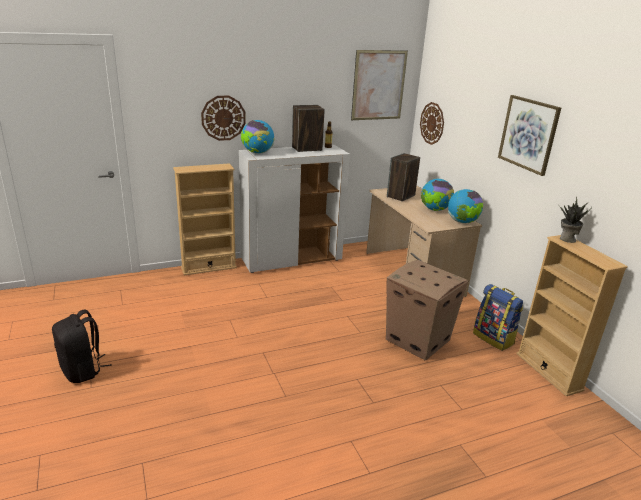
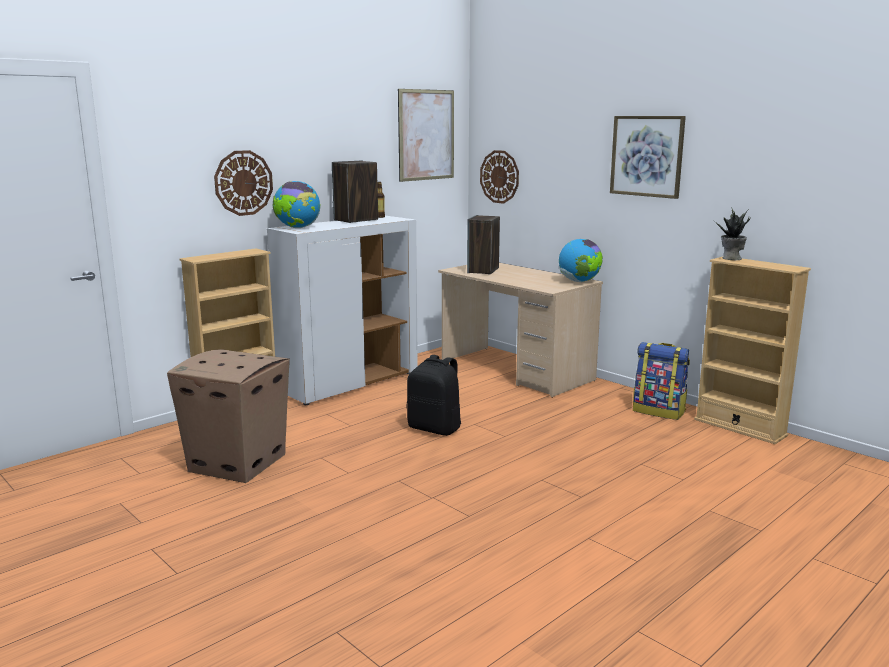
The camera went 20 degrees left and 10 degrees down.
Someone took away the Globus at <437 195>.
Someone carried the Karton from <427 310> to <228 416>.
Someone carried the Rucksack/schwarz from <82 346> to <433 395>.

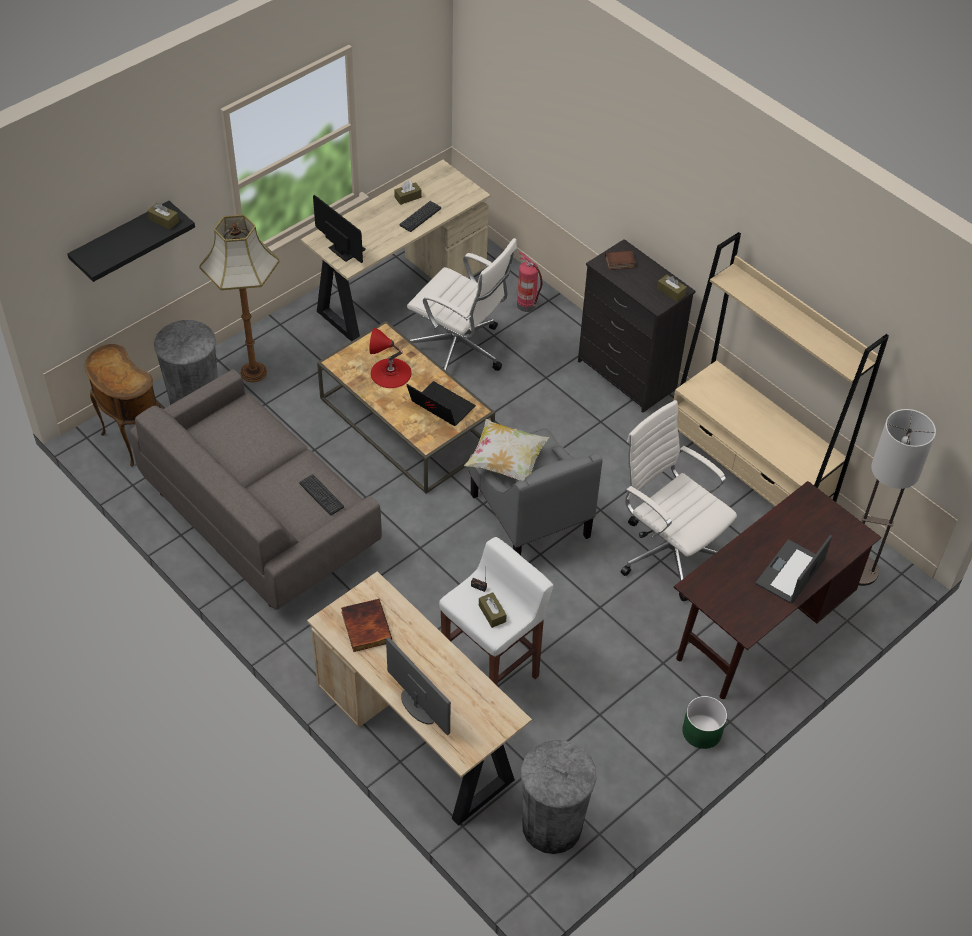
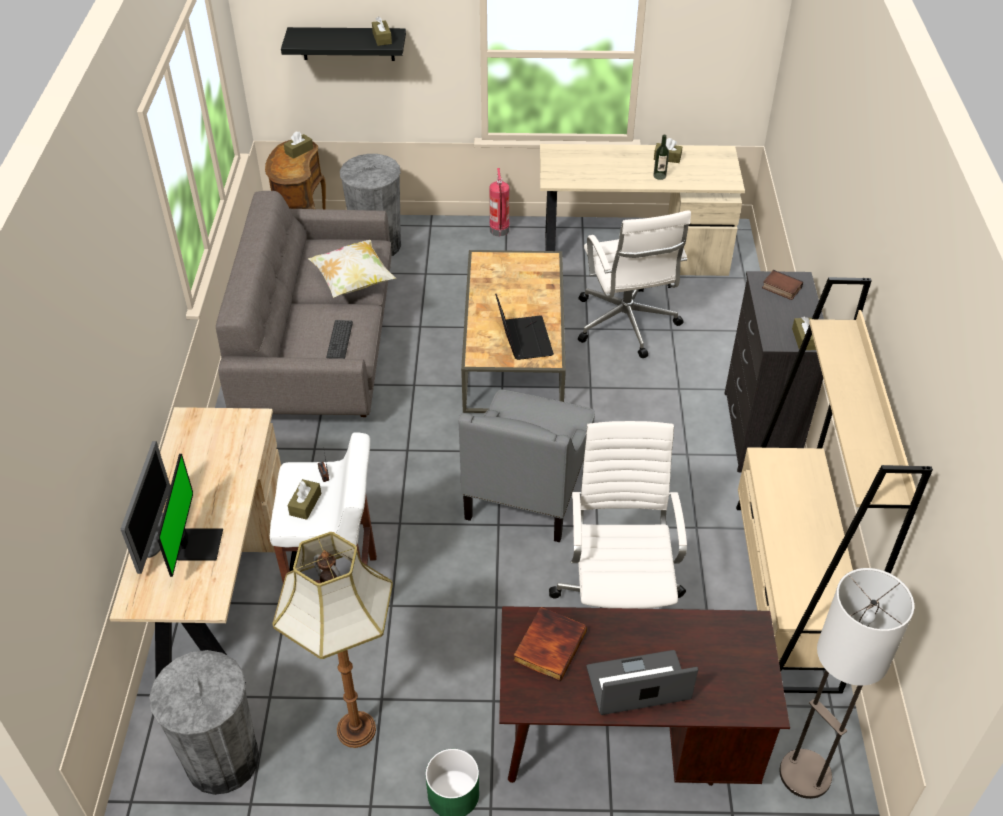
The camera went 45 degrees right and 5 degrees down.
Someone carried the Monitor from <339 229> to <190 515>.
Someone swapped the Tastatur at <420 216> for the Flasche at <661 157>.
Someone carried the Stehlampe from <239 298> to <332 640>.
Someone carried the Feuerlöscher from <529 282> to <499 202>.
Someone took away the Tischlampe/rot at <391 358>.
Someone carried the Kissen from <506 450> to <352 269>.
Someone carried the Buch from <366 625> to <550 644>.
Someone put down the Taschentuchbox/braun at <298 145>.

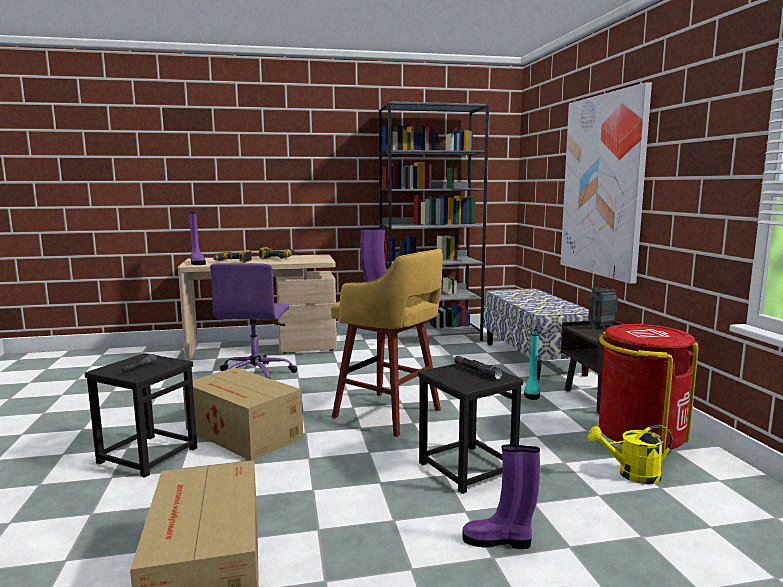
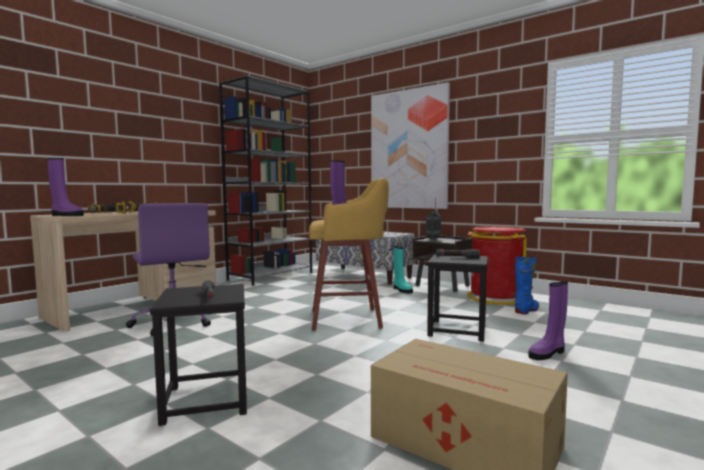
The camera went 40 degrees left and 5 degrees down.
Someone took away the Karton at <243 414>.
Someone swapped the Gießkanne/gelb at <630 454> for the Stiefel/blau at <527 285>.

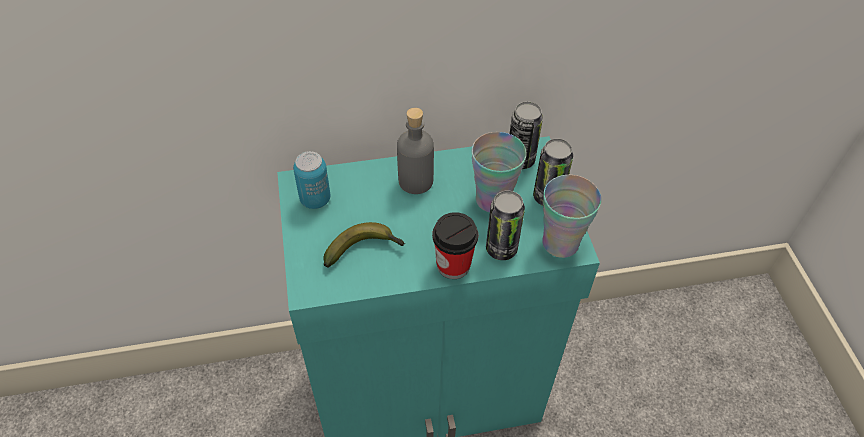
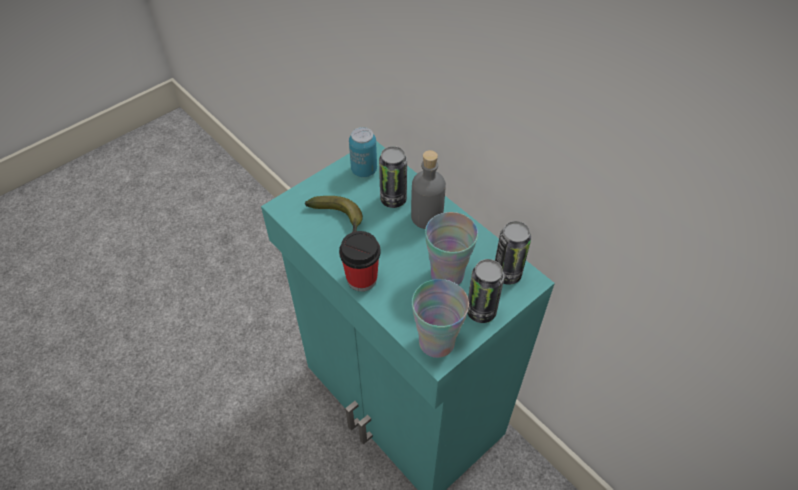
The camera went 60 degrees right and 0 degrees up.
Someone carried the Dose from <505 225> to <393 177>.

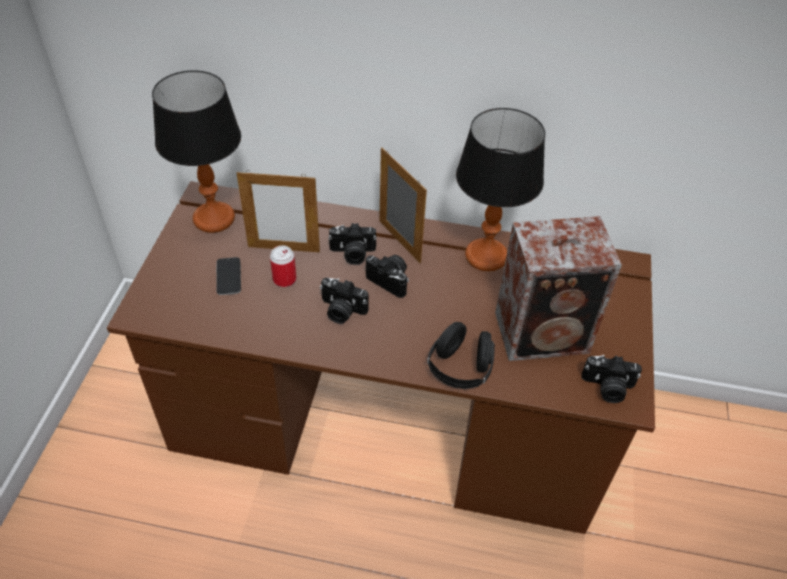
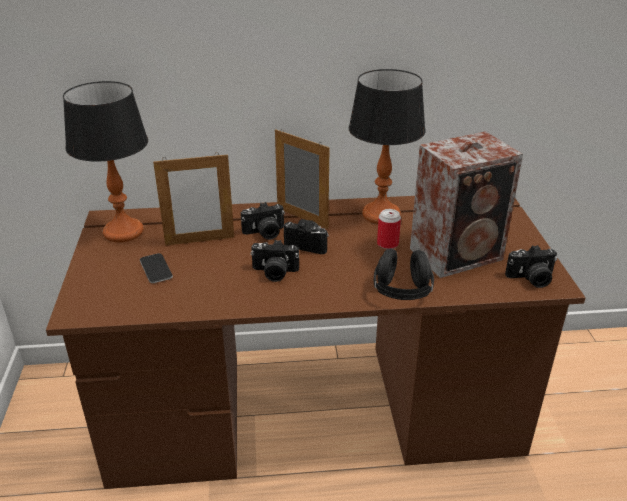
The camera went 15 degrees left and 15 degrees down.
Someone carried the Dose from <283 266> to <389 229>.

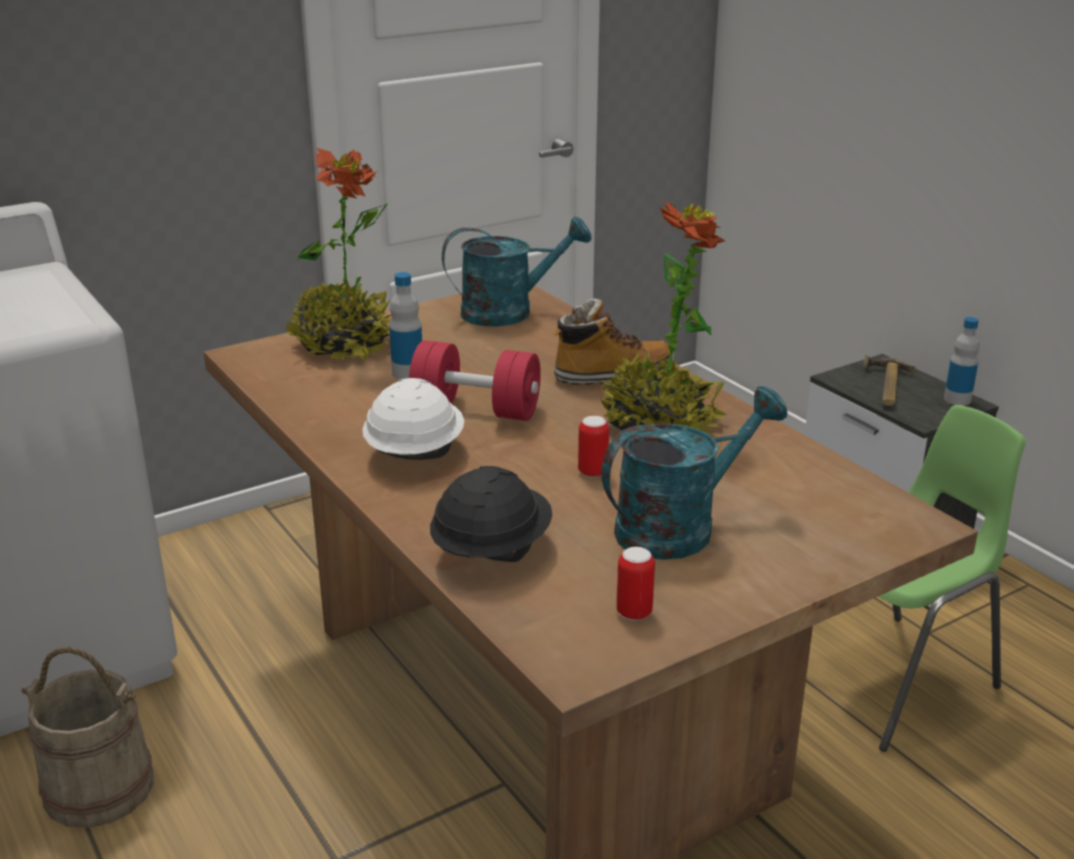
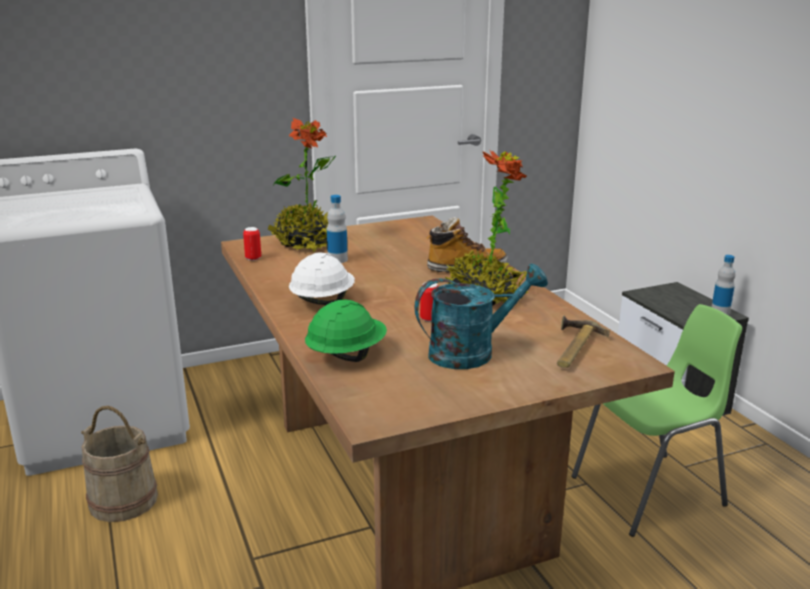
The camera went 10 degrees right and 5 degrees down.
Someone took away the Gießkanne/türkis at <517 271>.
Someone took away the Hantel/rot at <475 380>.
Someone carried the Hammer from <890 380> to <583 341>.
Someone repainted the Schutzhelm/schwarz at <491 514>, which became the Schutzhelm/grün at <346 330>.
Someone carried the Dose from <635 584> to <252 244>.

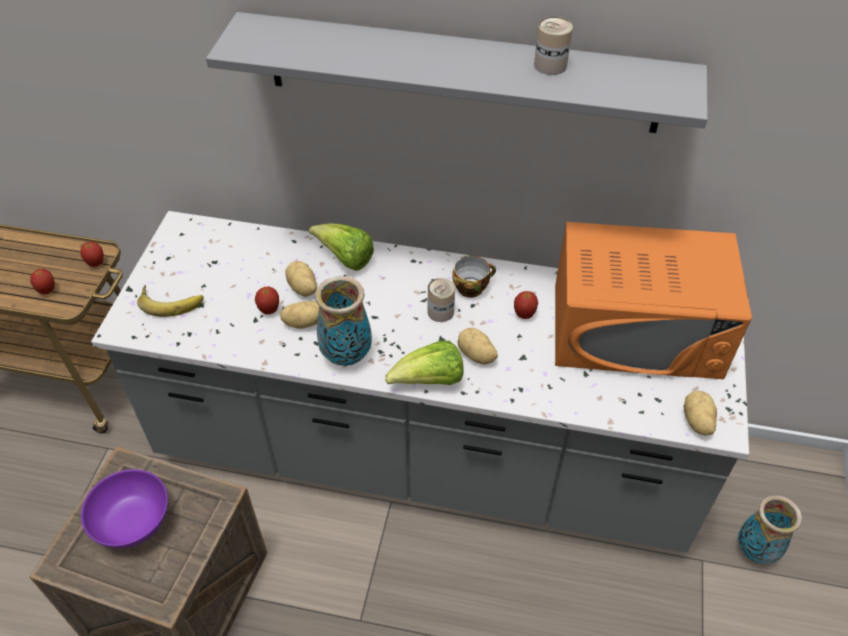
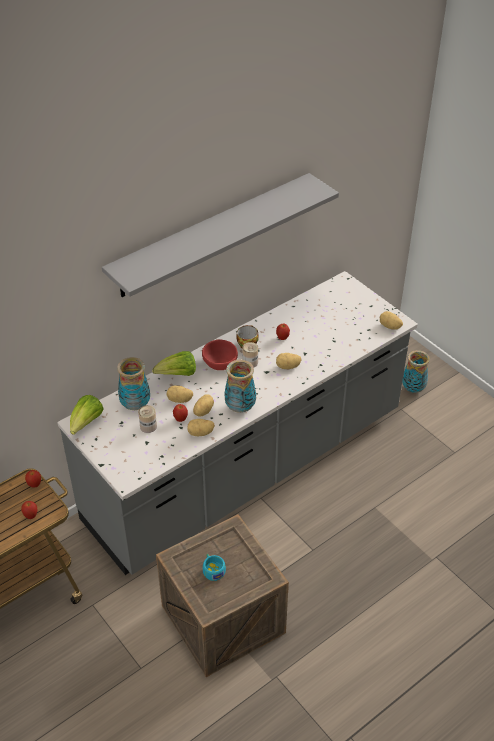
The camera went 50 degrees left and 5 degrees down.
Someone carried the Dose from <553 46> to <147 419>.
Someone took away the Mikrowelle/orange at <653 300>.
Someone took away the Banane at <170 301>.
Someone carried the Salatkopf from <424 363> to <87 415>.
Someone swapped the Schüssel/lila at <124 508> for the Tasse/türkis at <214 567>.
Someone put down the Schüssel/rot at <220 354>.
Someone put down the Vase at <133 383>.
Someone put down the Kartoffel at <201 427>.

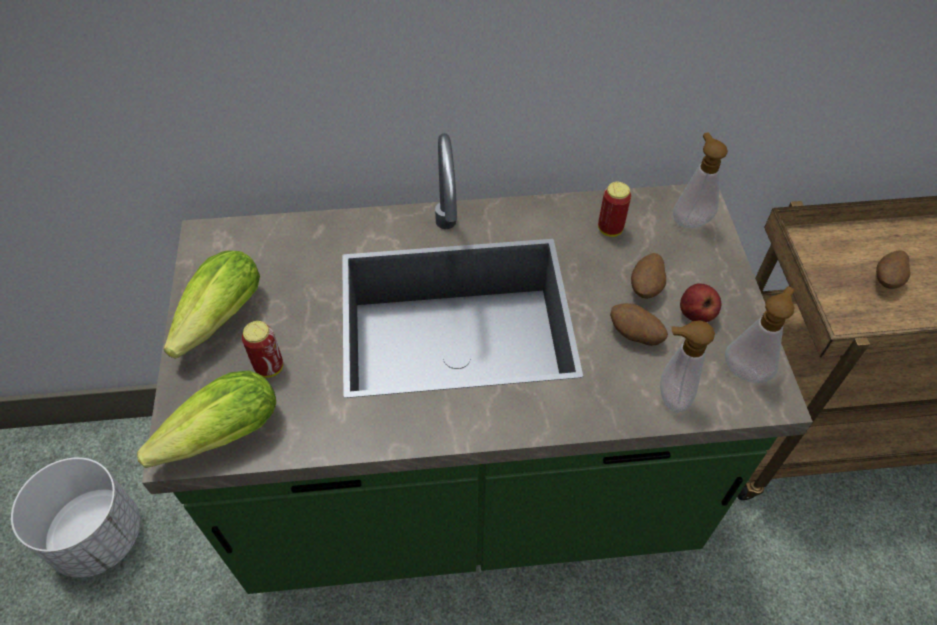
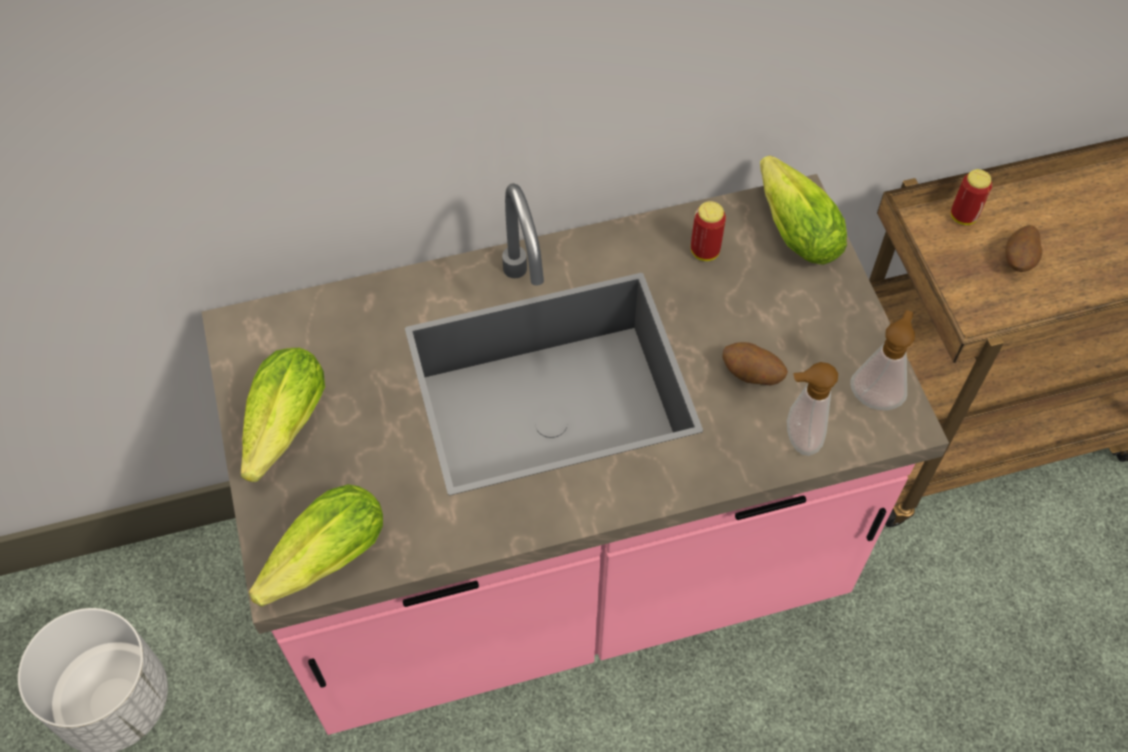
The camera went 10 degrees left and 5 degrees up.
Someone swapped the Seifenspender at <700 180> for the Salatkopf at <803 210>.
Someone repainted the Küchenzeile/grün at <477 363>, which became the Küchenzeile/rosa at <575 454>.
Someone took away the Kartoffel at <648 276>.
Someone took away the Apfel at <700 302>.
Someone carried the Dose from <262 349> to <971 197>.

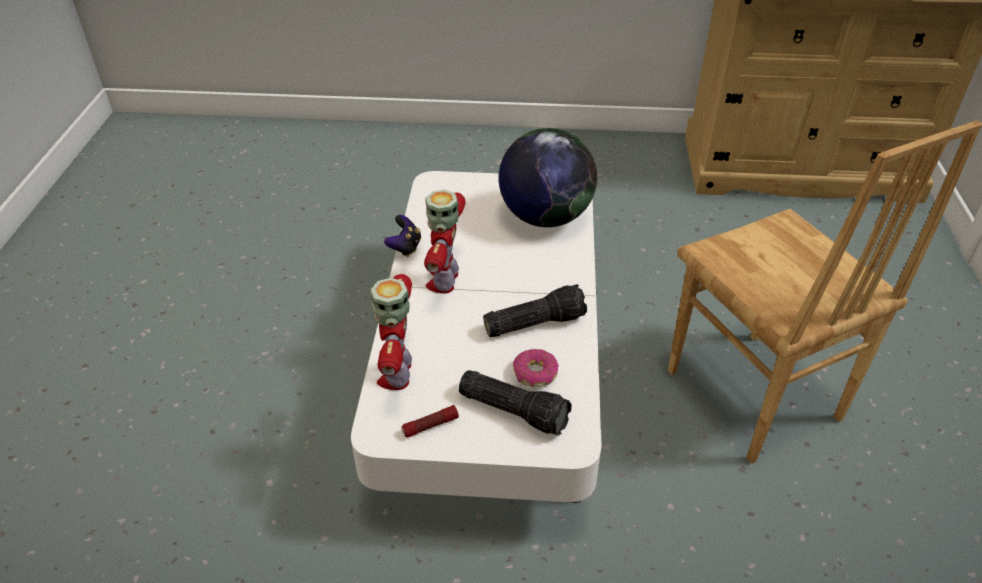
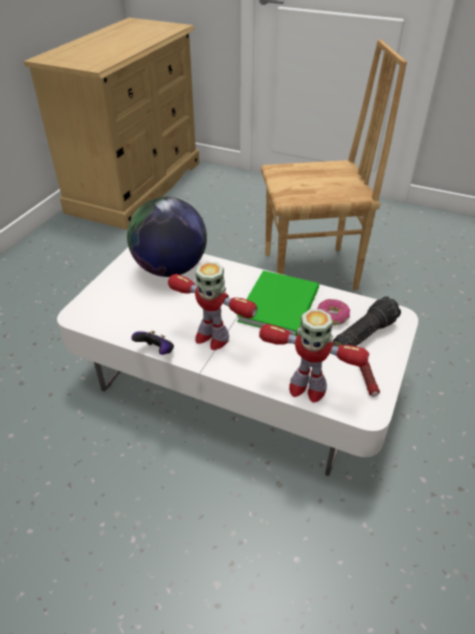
The camera went 70 degrees left and 0 degrees up.
Someone swapped the Taschenlampe at <535 310> for the Buch/grün at <278 303>.

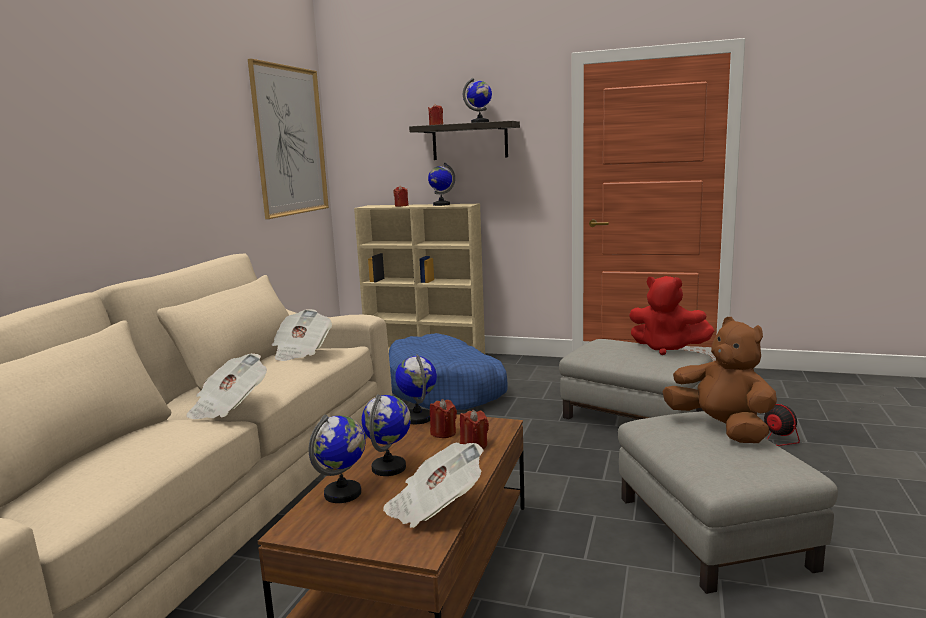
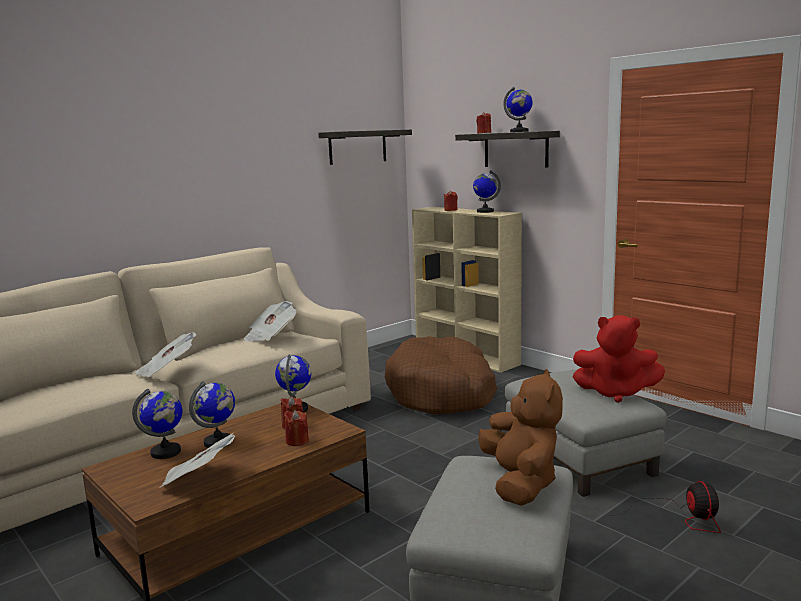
The camera went 30 degrees right and 0 degrees up.
Someone swapped the Bild at <288 139> for the Wandregal at <365 147>.
Someone rotated the Plüschtier/rot at <671 315> by 45 degrees counterclockwise.
Someone repainted the Hundebett/blau at <448 371>, which became the Hundebett/braun at <441 375>.

